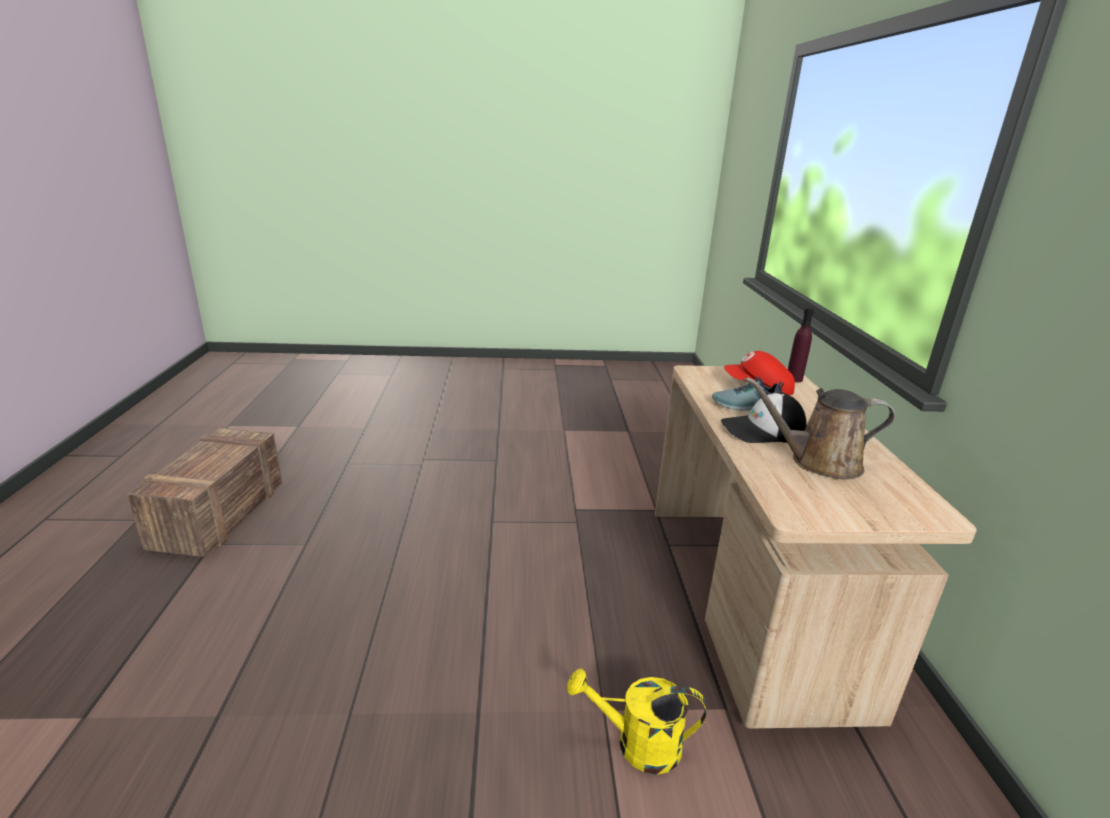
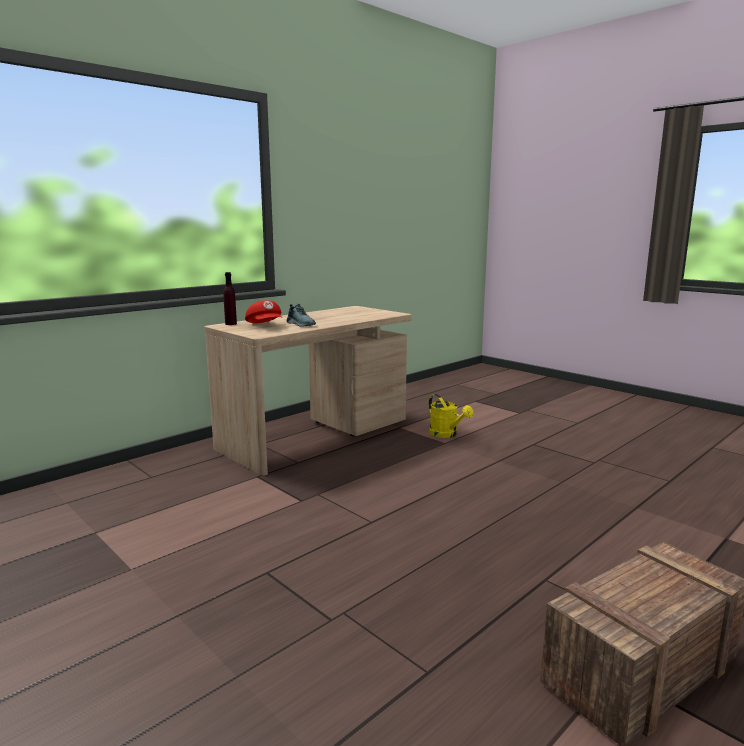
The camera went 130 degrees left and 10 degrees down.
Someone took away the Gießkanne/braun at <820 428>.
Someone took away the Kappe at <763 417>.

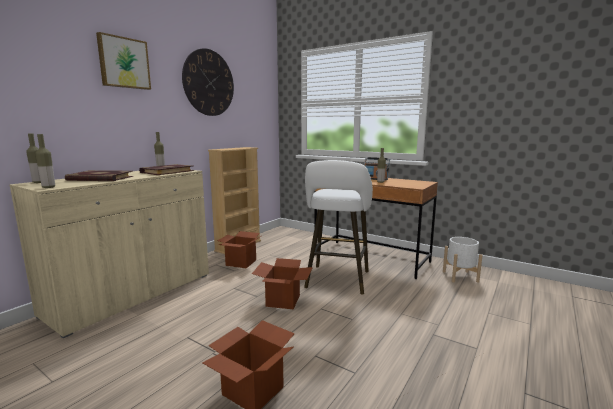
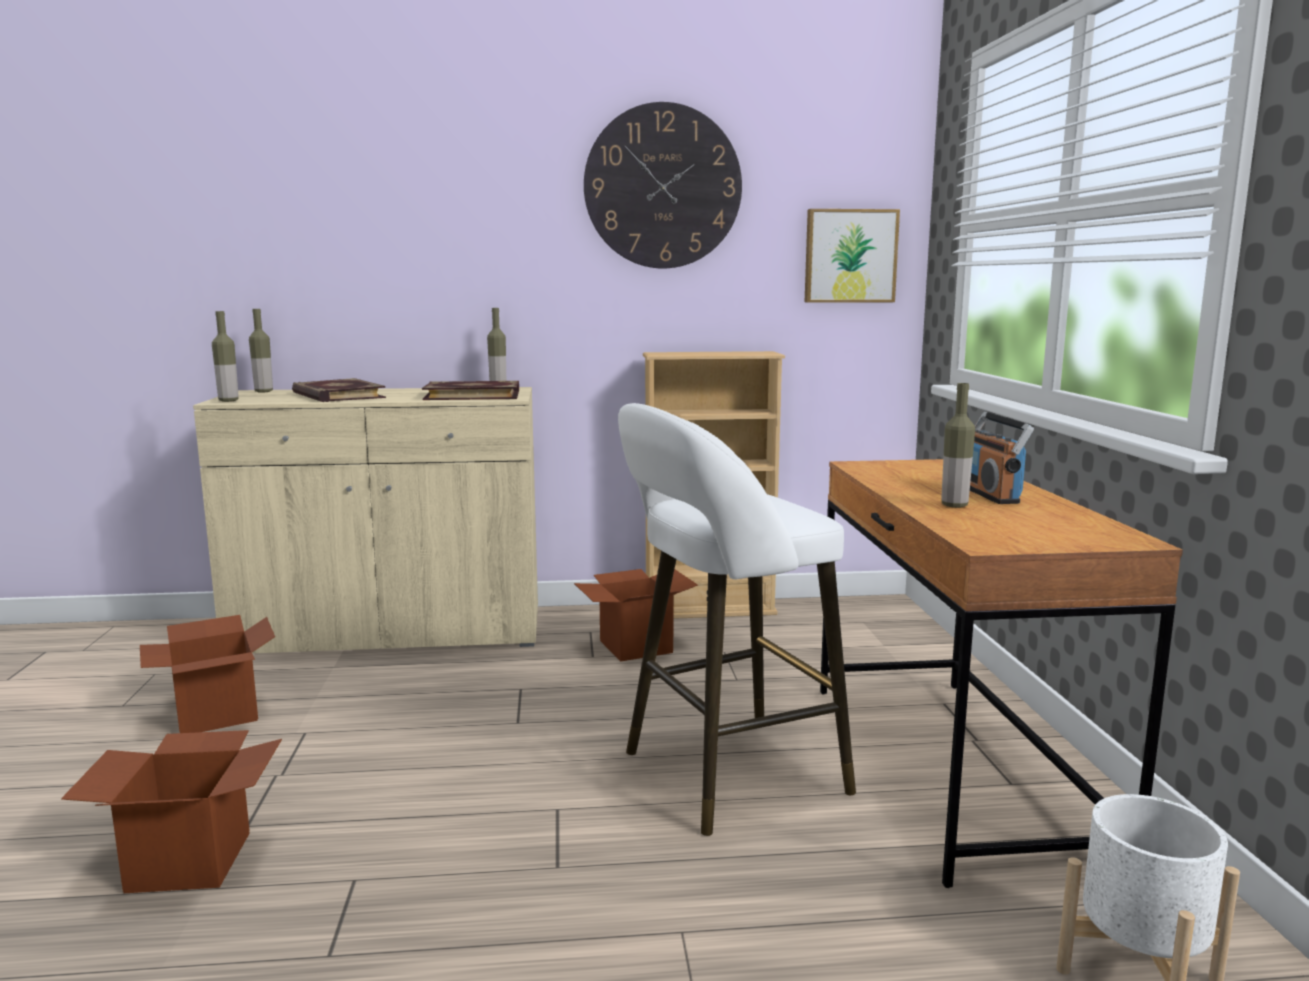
The camera went 50 degrees right and 0 degrees up.
Someone carried the Bild from <123 61> to <852 256>.
Someone carried the Karton from <282 283> to <207 674>.

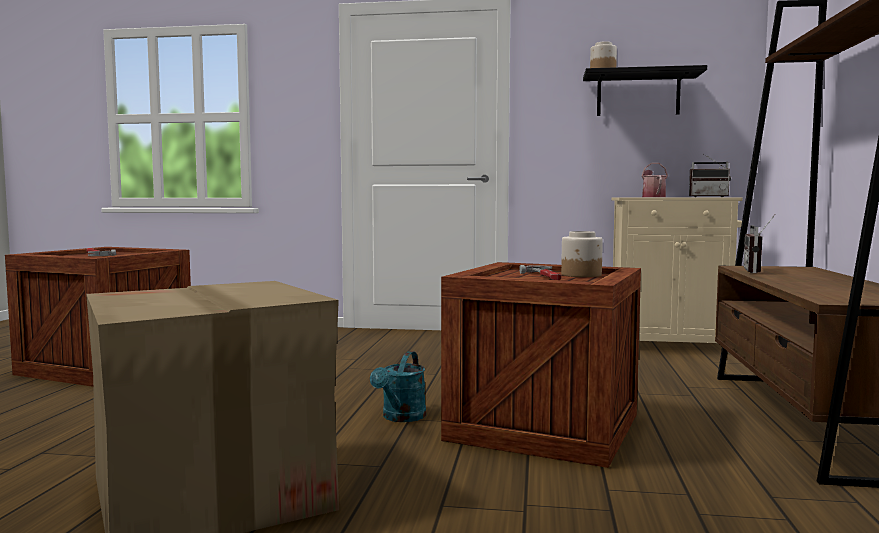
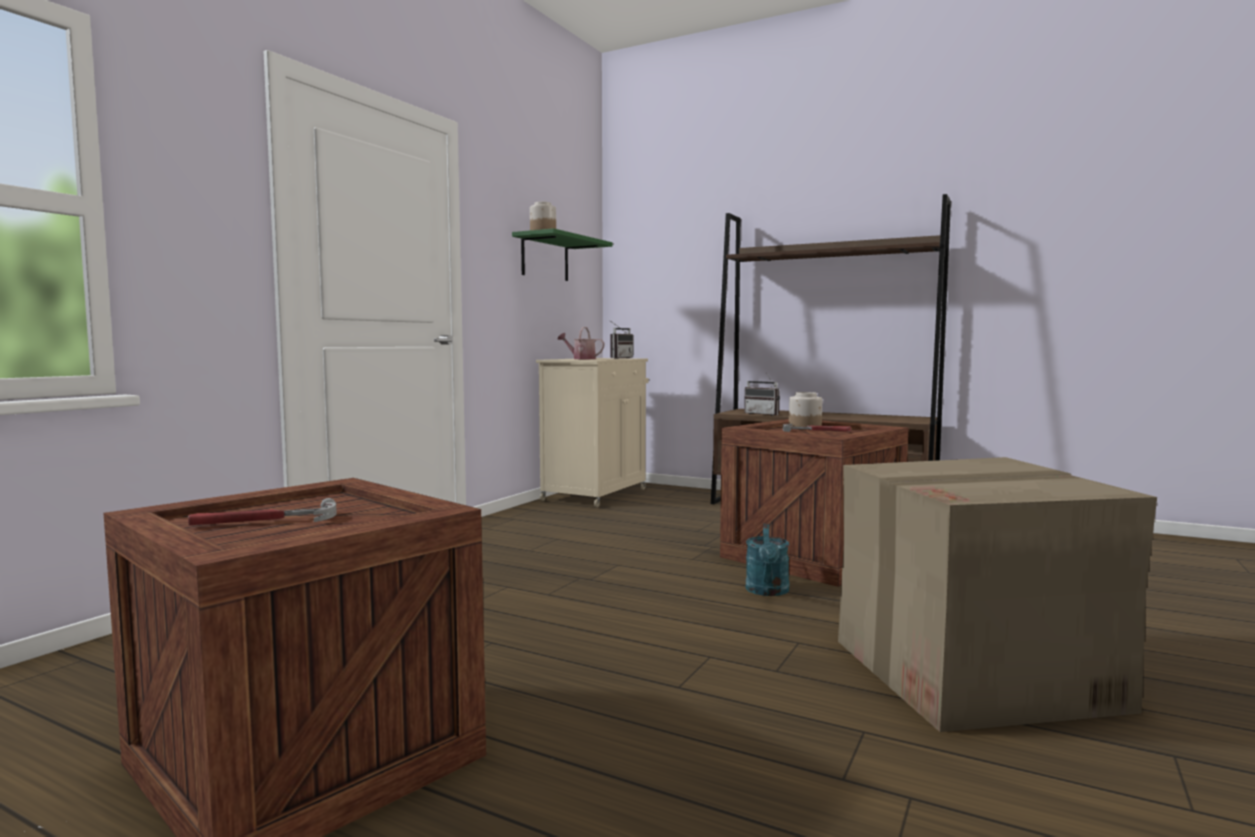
The camera went 70 degrees left and 0 degrees up.
Someone repainted the Wandregal/schwarz at <645 90>, which became the Wandregal/grün at <562 254>.
Someone rotated the Gießkanne/türkis at <398 386> by 60 degrees clockwise.

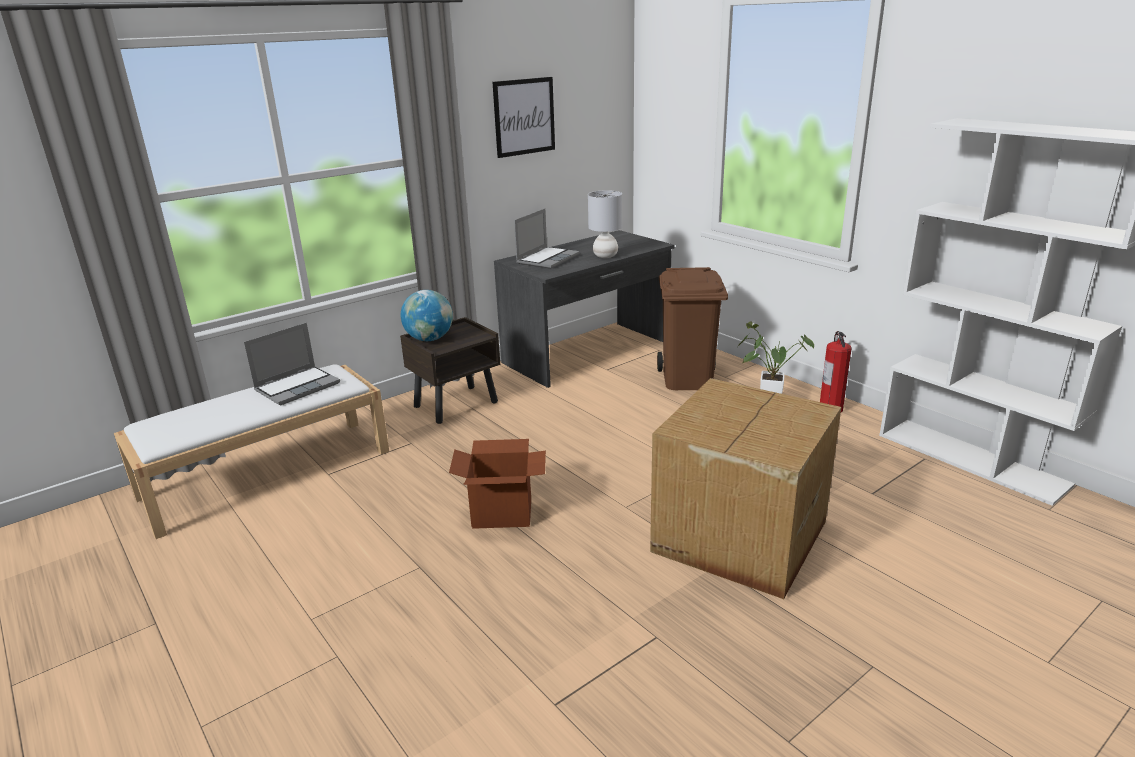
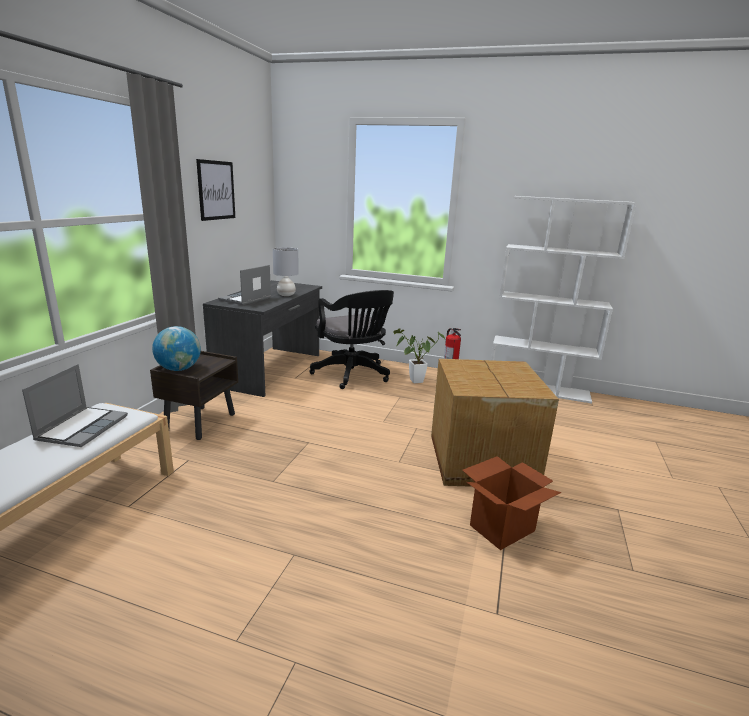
The camera went 35 degrees left and 5 degrees down.
Someone rotated the Laptop at <547 239> by 150 degrees counterclockwise.
Someone swapped the Mülleimer/braun at <692 328> for the Bürostuhl/schwarz at <351 339>.
Someone carried the Karton from <497 484> to <512 503>.

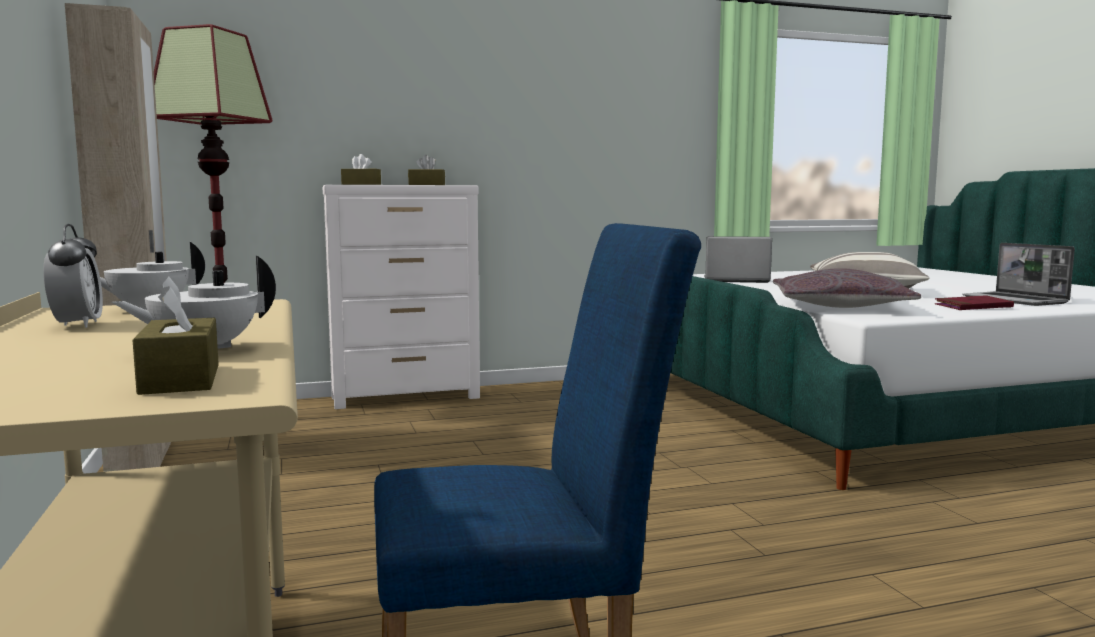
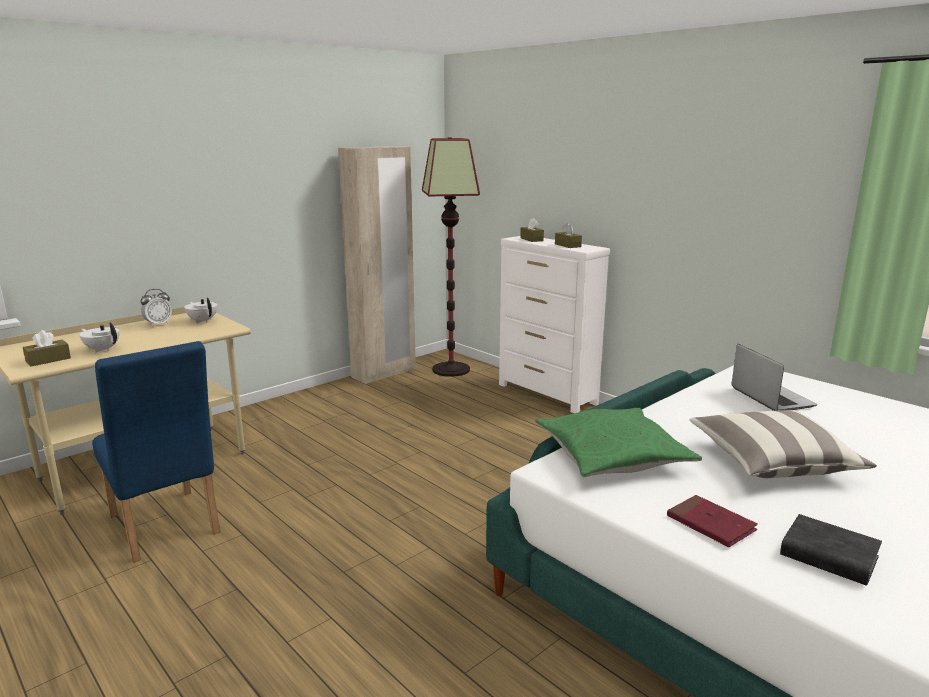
The camera went 65 degrees right and 10 degrees up.
Someone swapped the Laptop at <1019 274> for the Buch/schwarz at <831 550>.
Someone repainted the Kissen/grau at <847 288>, which became the Kissen/grün at <618 442>.

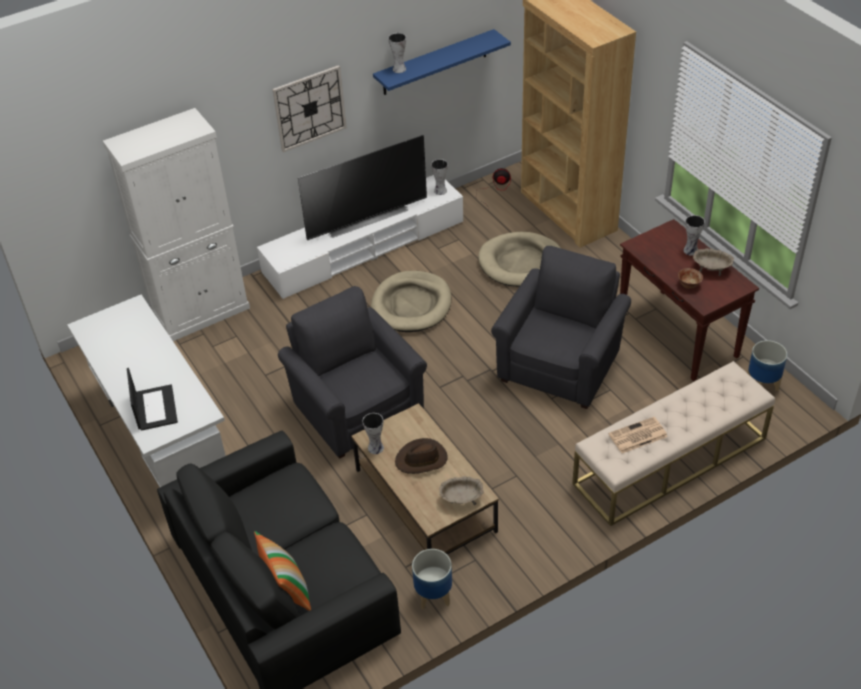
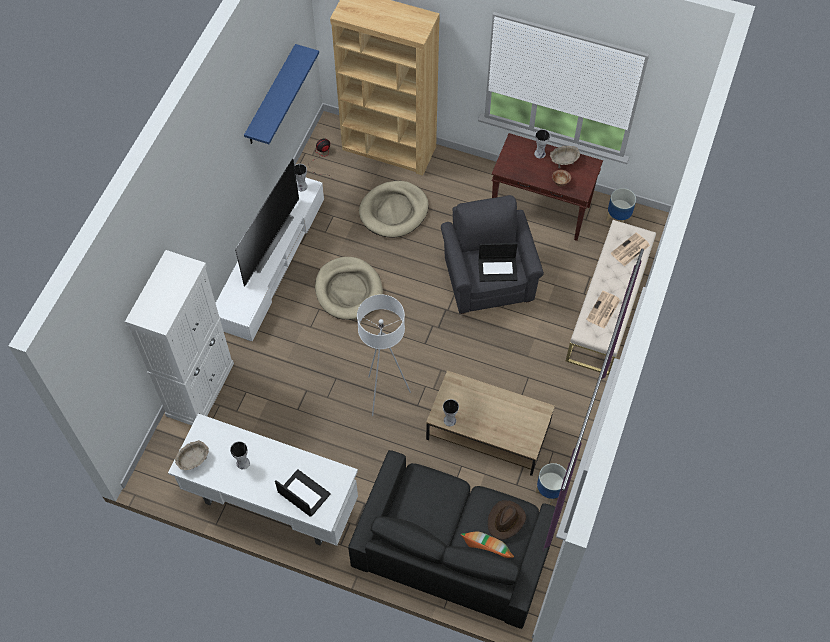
The camera went 40 degrees left and 15 degrees up.
Someone carried the Vase from <397 53> to <240 455>.
Someone took away the Wanduhr at <309 108>.
Someone swapped the Sessel/grau at <352 372> for the Stehlampe/weiß at <384 355>.
Someone carried the Hut/braun from <421 456> to <507 520>.
Someone carried the Schüssel/beige from <461 490> to <192 455>.
Someone put down the Zeitung at <630 249>.
Someone put down the Laptop at <498 262>.

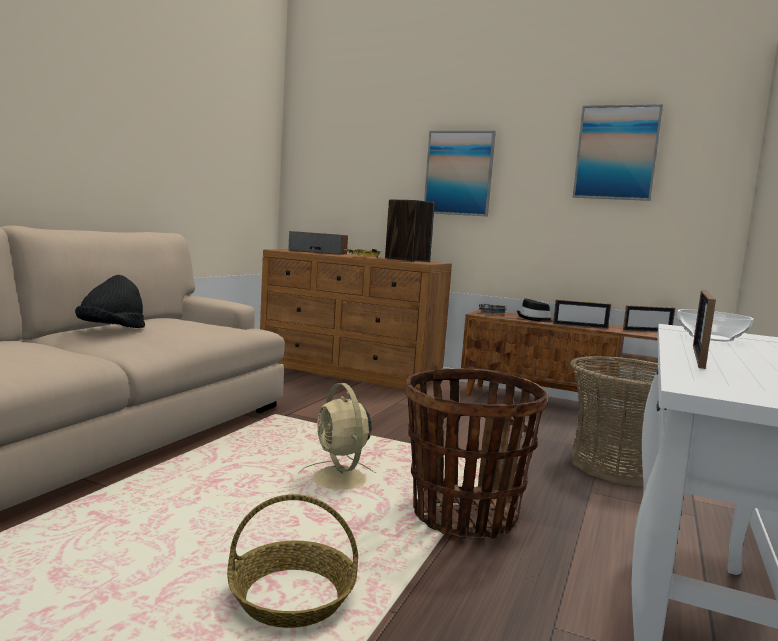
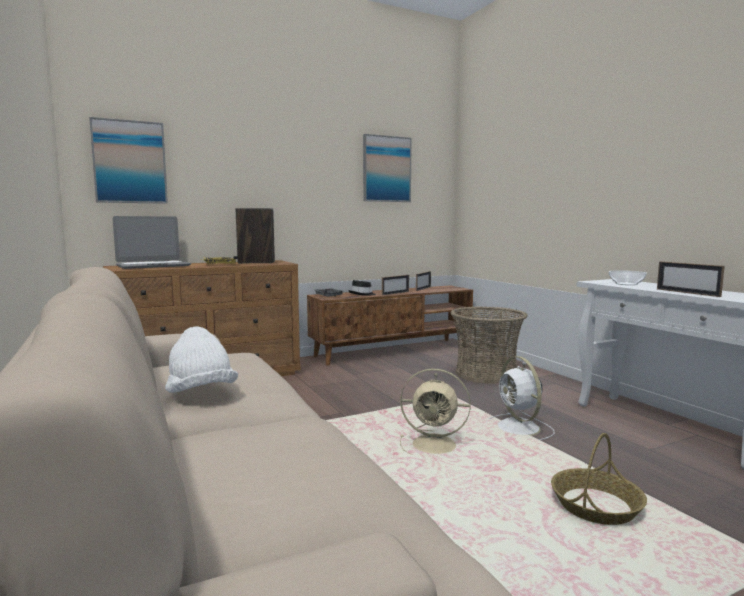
The camera went 50 degrees left and 0 degrees up.
Someone carried the Bild from <460 174> to <128 160>.
Someone swapped the Lautsprecher at <318 243> for the Laptop at <152 242>.
Someone repainted the Hut/schwarz at <110 301>, which became the Hut/weiß at <201 359>.
Someone swapped the Korb at <476 453> for the Ventilator/weiß at <520 398>.

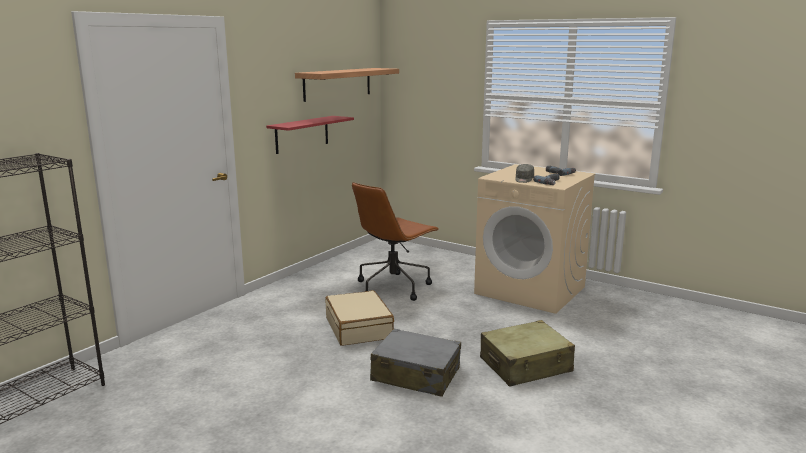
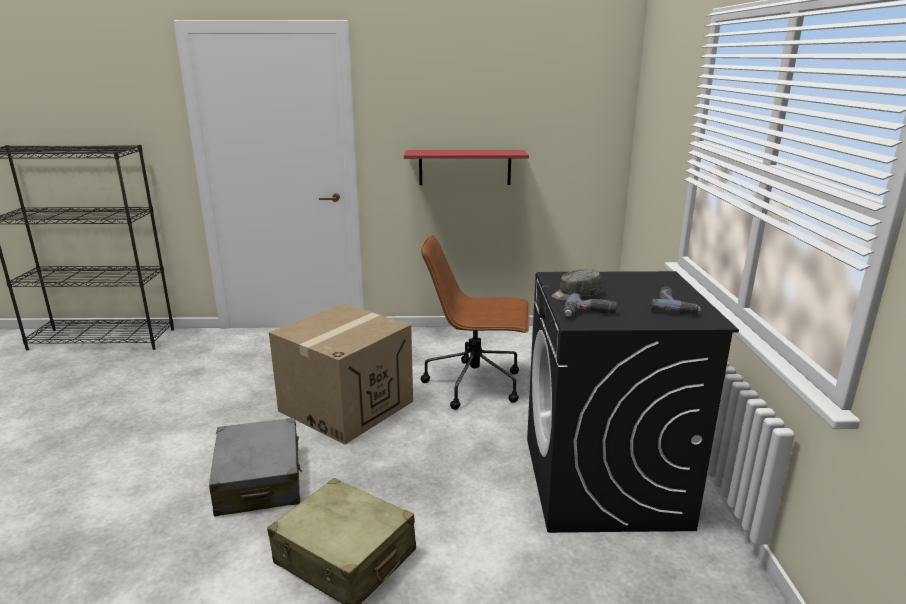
The camera went 55 degrees right and 5 degrees up.
Someone took away the Wandregal at <347 85>.
Someone repainted the Waschmaschine/beige at <535 239>, which became the Waschmaschine/schwarz at <633 402>.
Someone swapped the Koffer/beige at <359 318> for the Karton at <341 373>.

